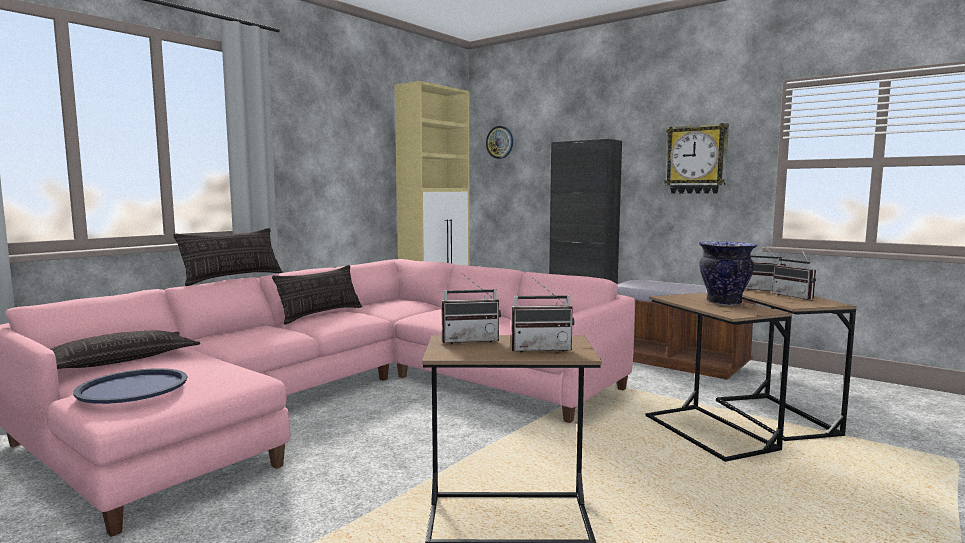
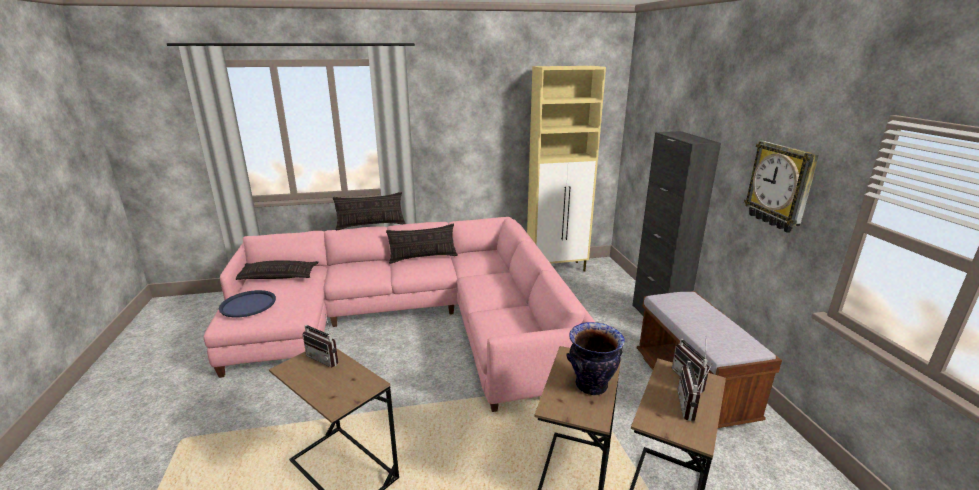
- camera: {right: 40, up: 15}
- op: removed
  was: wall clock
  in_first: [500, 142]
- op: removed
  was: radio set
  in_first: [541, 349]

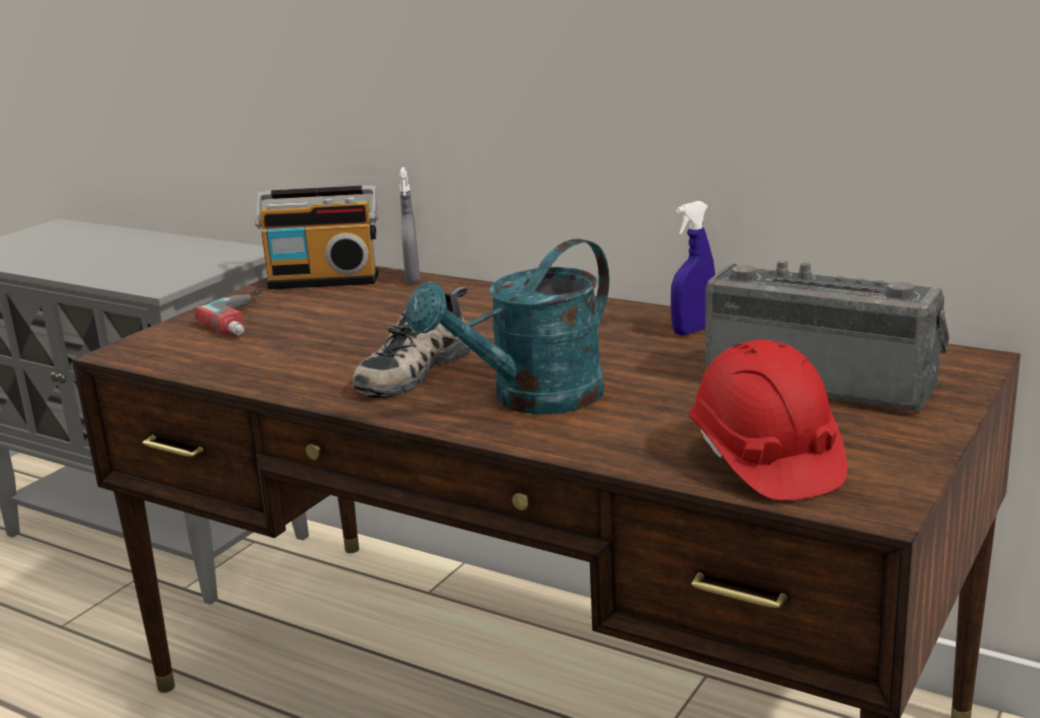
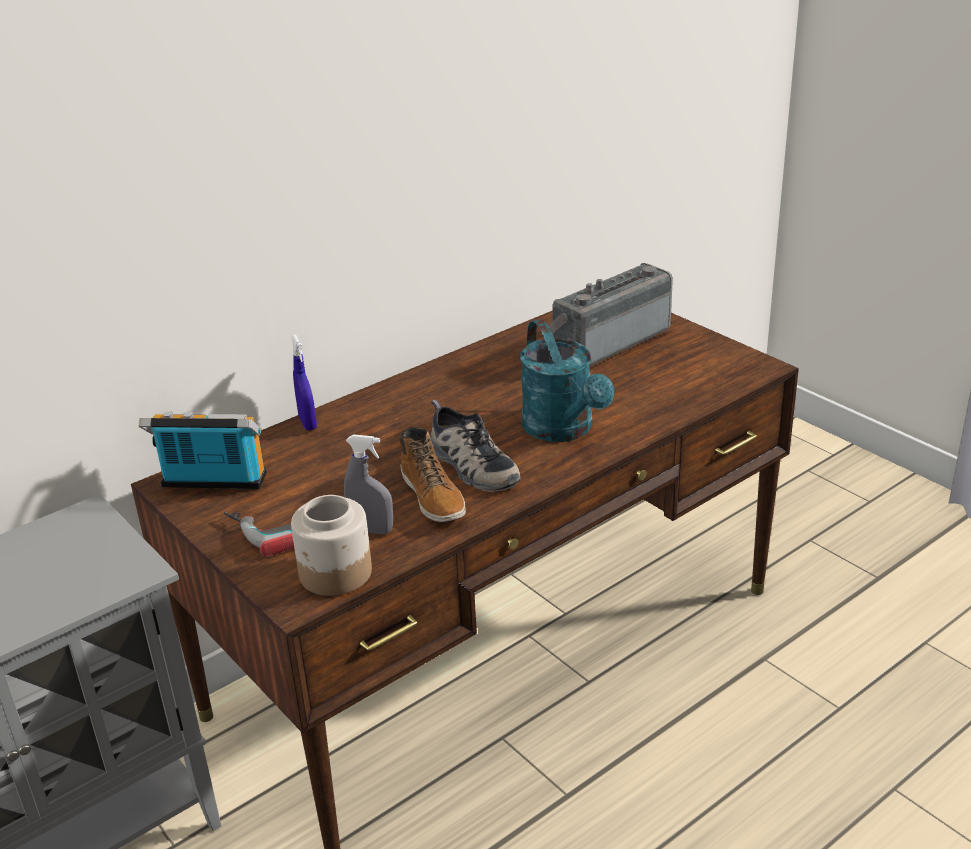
- camera: {right: -70, up: 10}
- op: moved
  was: hand sprayer (gray)
  in_first: [412, 279]
  in_second: [371, 530]
- op: turned
  was: radio set
  in_first: [324, 280]
  in_second: [212, 483]
  clockwise: -105
- op: moved
  was: hand sprayer (bluish)
  in_first: [693, 330]
  in_second: [307, 423]
- op: removed
  was: hard hat (red-coloured)
  in_first: [764, 460]
- op: added
  now: boot
  in_second: [433, 497]
- op: added
  now: jar
  in_second: [335, 573]

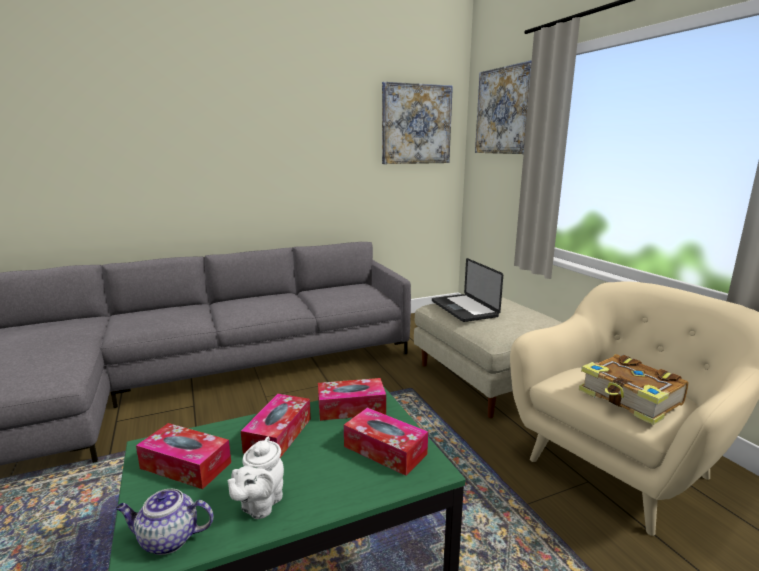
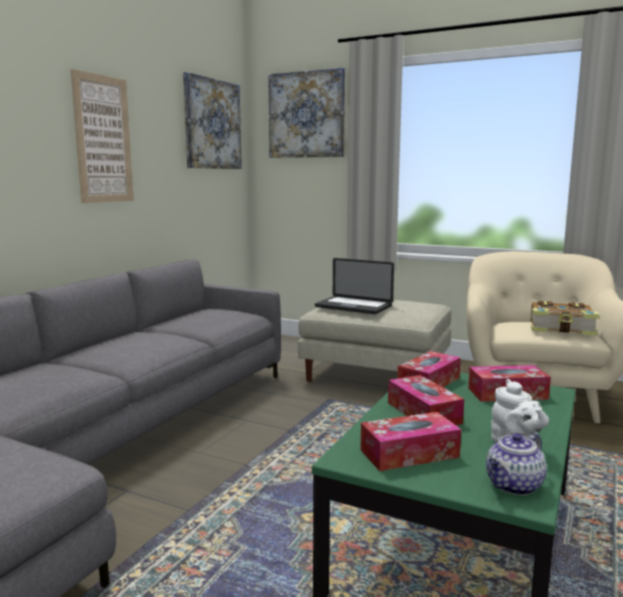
- camera: {right: -40, up: -5}
- op: added
  now: picture
  in_second: [103, 139]

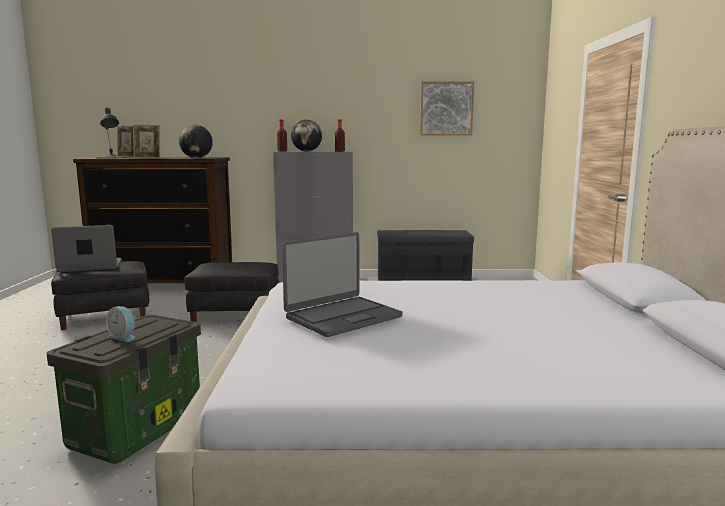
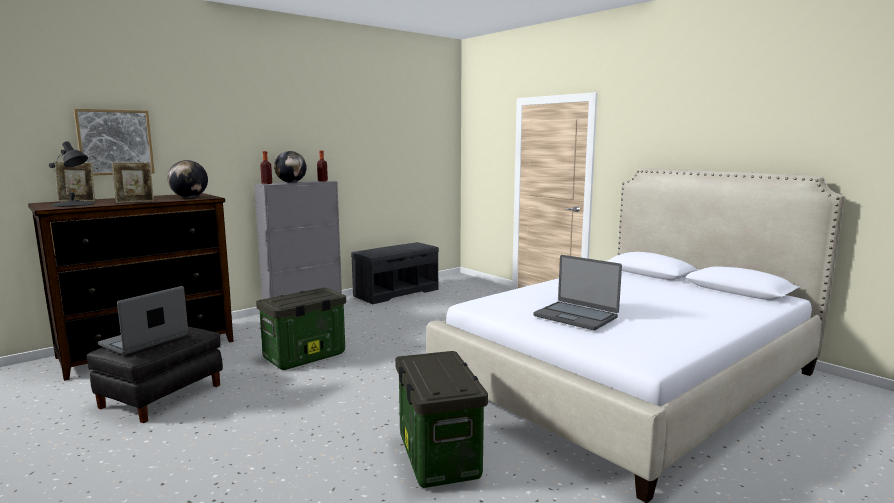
- camera: {right: -40, up: 0}
- op: moved
  was: picture
  in_first: [446, 108]
  in_second: [115, 142]
- op: turned
  was: laptop
  in_first: [342, 317]
  in_second: [576, 316]
  clockwise: 120
- op: replaced
  was: footrest (blackish)
  now: storage container
  in_first: [235, 316]
  in_second: [304, 357]
- op: removed
  was: table clock
  in_first: [123, 337]

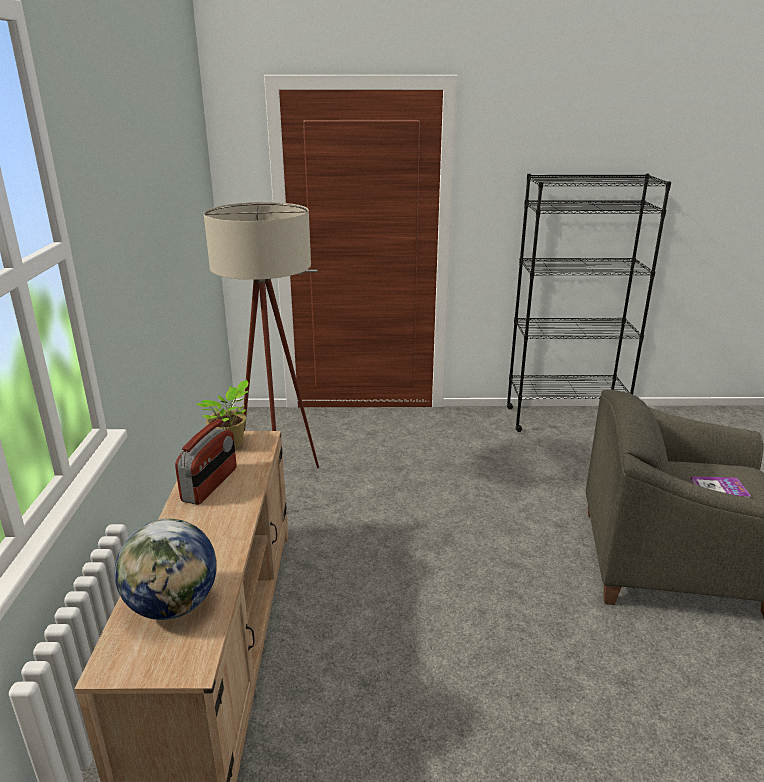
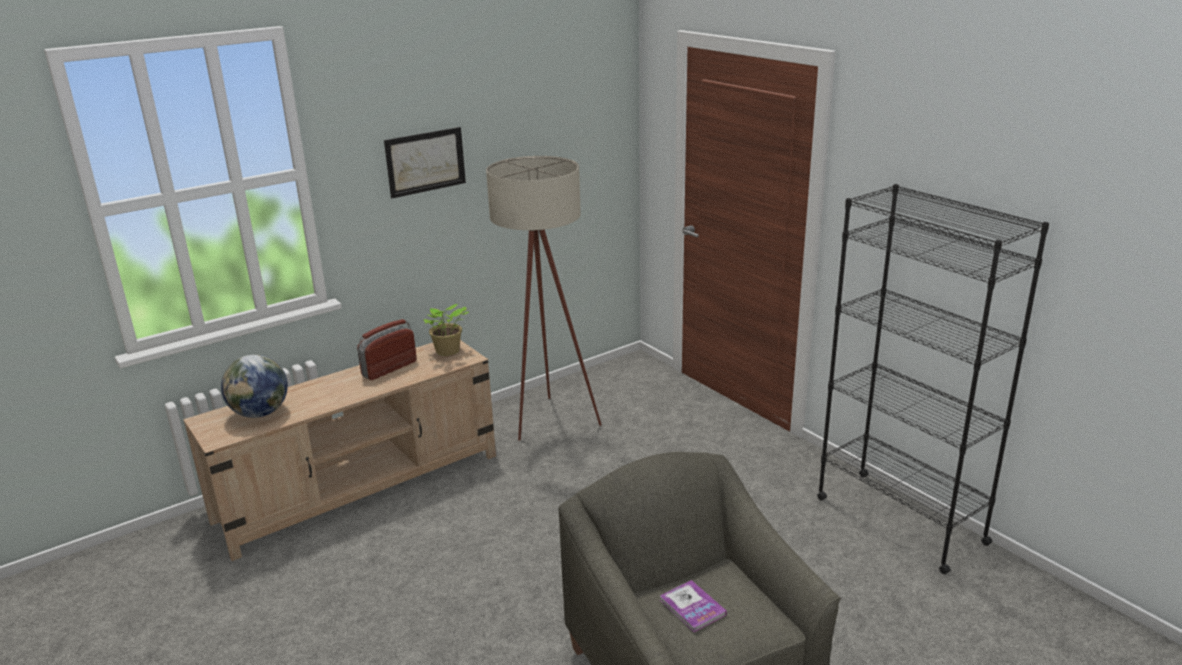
- camera: {right: 55, up: 0}
- op: turned
  was: radio set
  in_first: [210, 485]
  in_second: [389, 368]
  clockwise: 150
- op: added
  now: picture
  in_second: [425, 162]

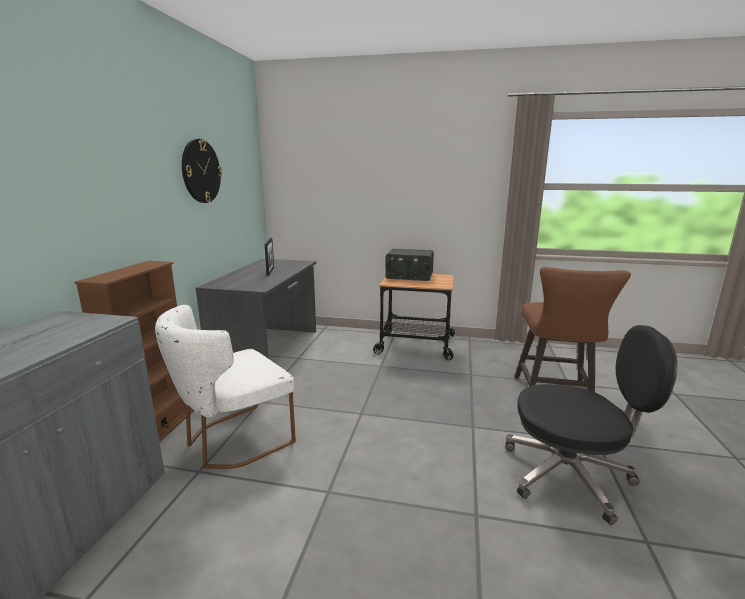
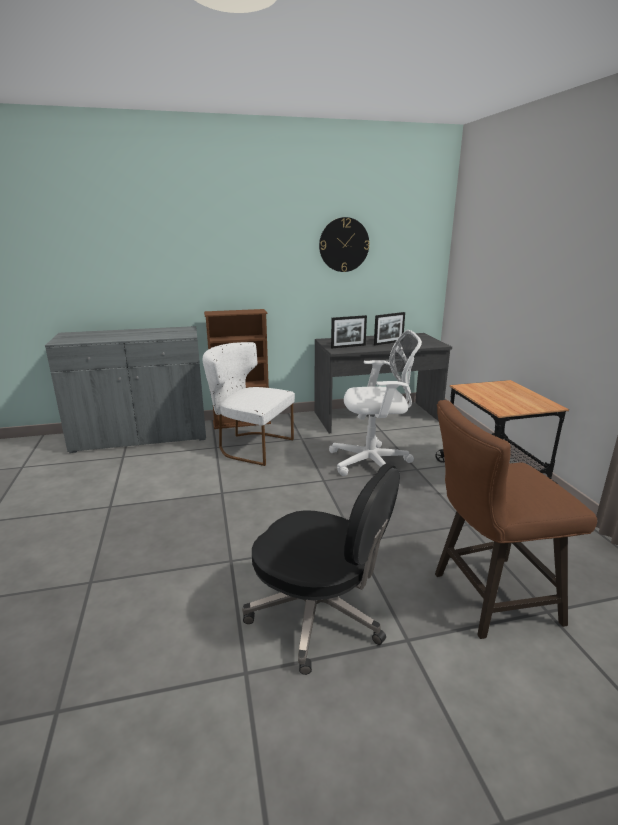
- camera: {right: 65, up: 5}
- op: removed
  was: radio set
  in_first: [409, 276]
- op: turned
  was: computer chair (blackish)
  in_first: [569, 475]
  in_second: [319, 615]
  clockwise: -45
- op: added
  now: picture frame
  in_second: [348, 346]
- op: added
  now: computer chair (whitish)
  in_second: [373, 462]

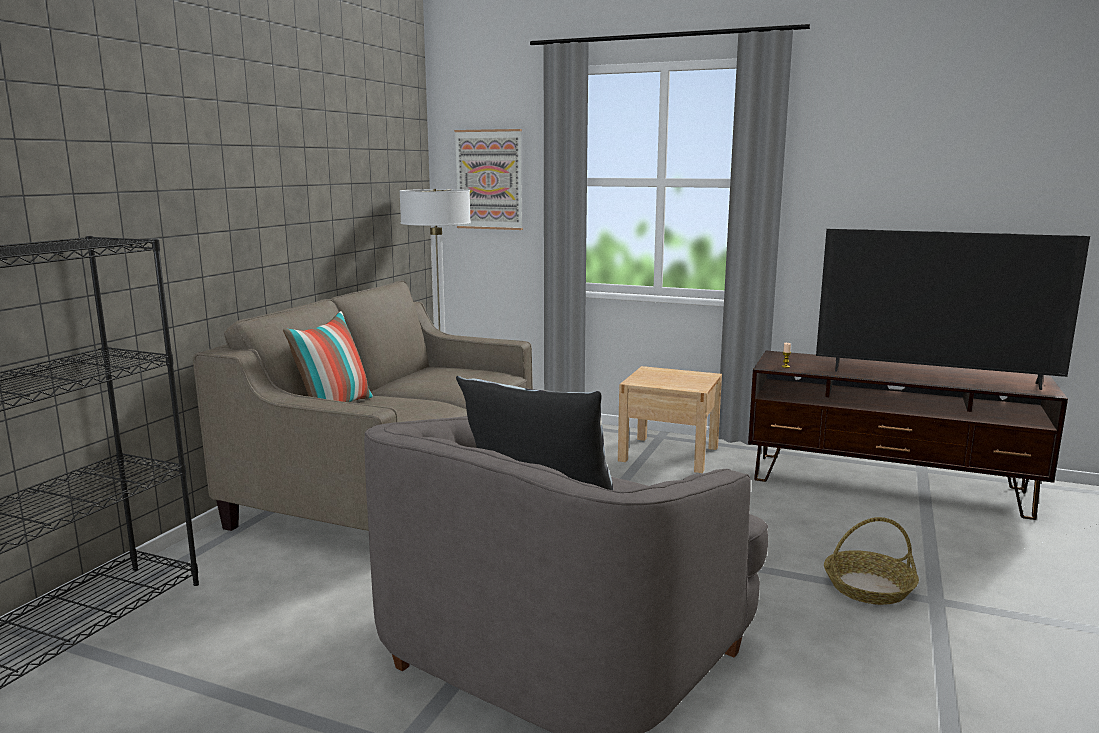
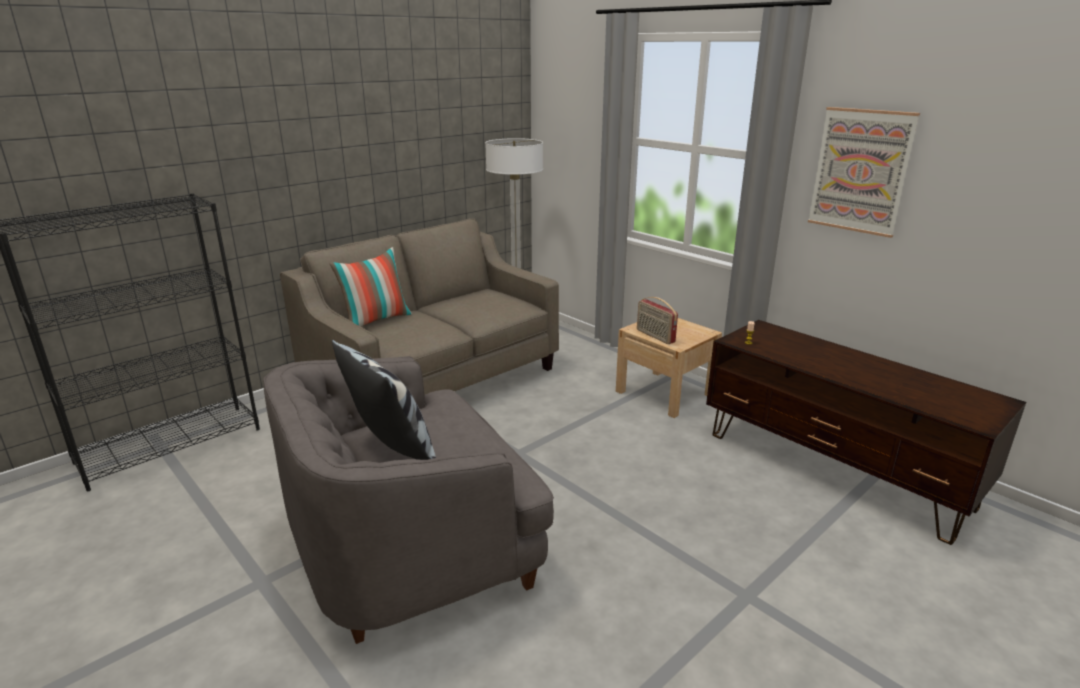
- camera: {right: 25, up: 10}
- op: moved
  was: picture
  in_first: [489, 179]
  in_second: [860, 171]
- op: removed
  was: TV
  in_first: [933, 377]
- op: removed
  was: basket
  in_first: [868, 588]
- op: added
  now: radio set
  in_second: [655, 336]

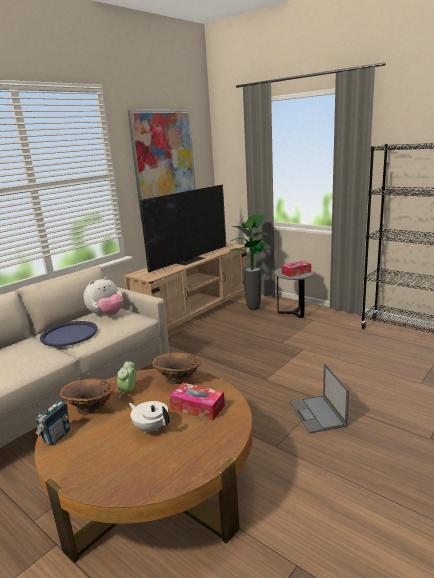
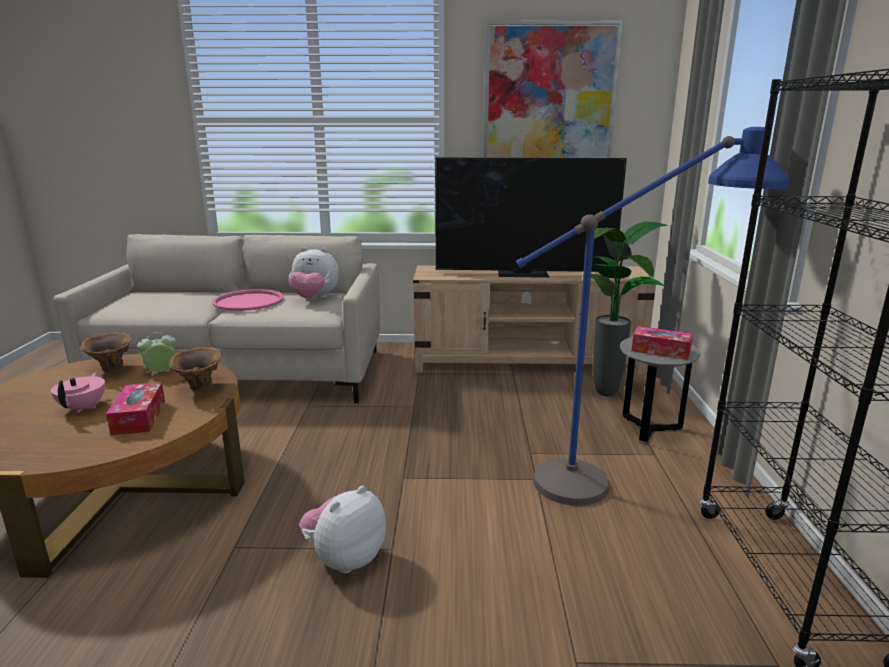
- camera: {right: 50, up: 0}
- op: recoloured
  was: serving tray (bluish)
  now: serving tray (pink)
  in_first: [69, 334]
  in_second: [248, 301]
- op: replaced
  was: laptop
  now: soft toy
  in_first: [318, 414]
  in_second: [345, 559]
- op: removed
  was: radio set
  in_first: [56, 437]
- op: recoloured
  was: tea pot (whitish)
  now: tea pot (pink)
  in_first: [151, 427]
  in_second: [84, 407]
- op: added
  now: standing lamp (bluish)
  in_second: [623, 481]

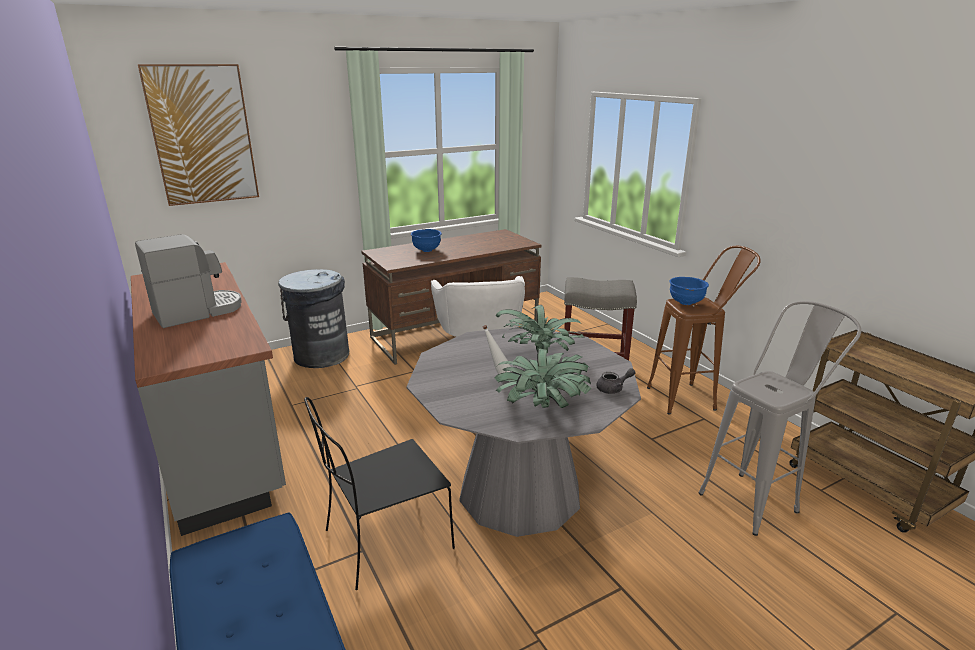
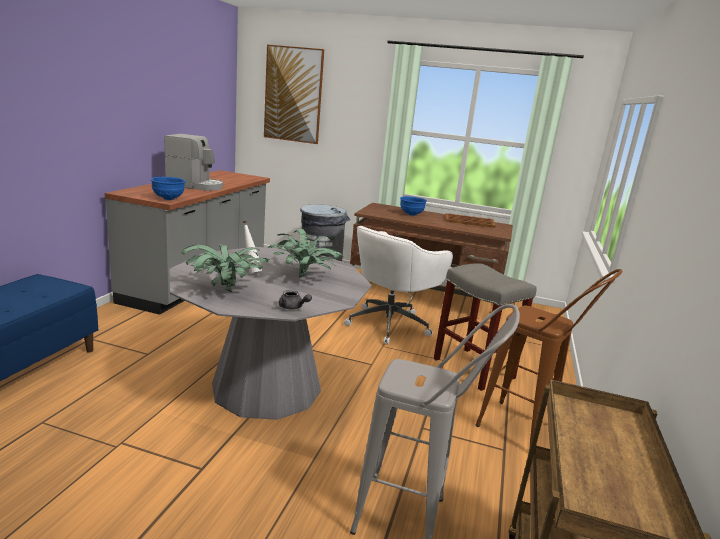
- camera: {right: 45, up: -5}
- op: moved
  was: bowl (bluish)
  in_first: [686, 303]
  in_second: [169, 199]
- op: removed
  was: chair (blackish)
  in_first: [385, 541]
- op: added
  now: serving tray (brown-coloured)
  in_second: [469, 221]

